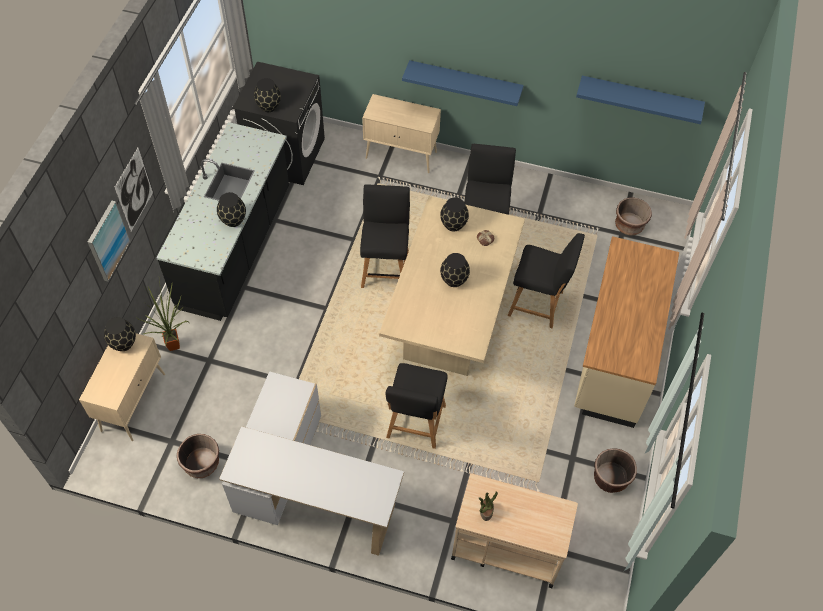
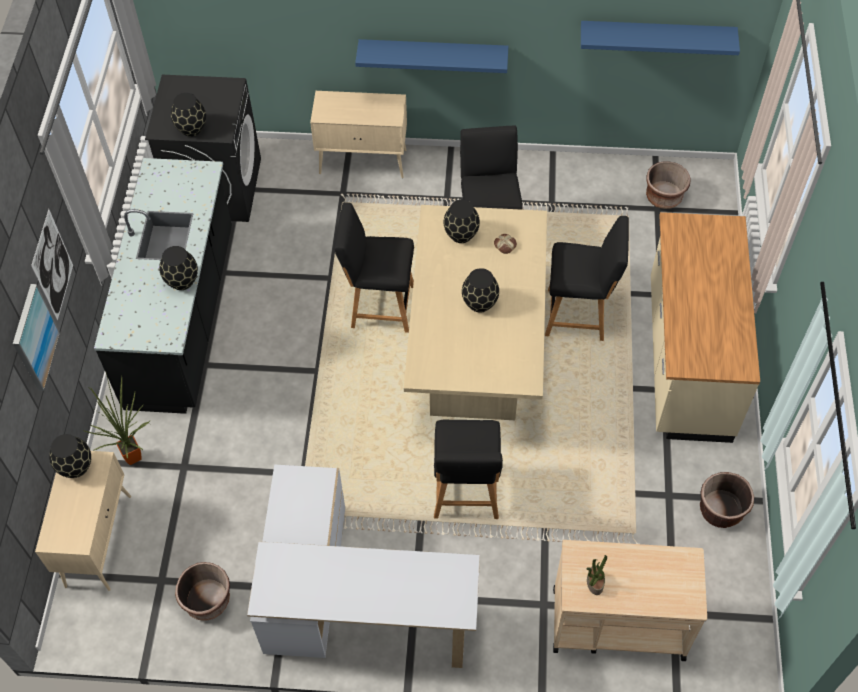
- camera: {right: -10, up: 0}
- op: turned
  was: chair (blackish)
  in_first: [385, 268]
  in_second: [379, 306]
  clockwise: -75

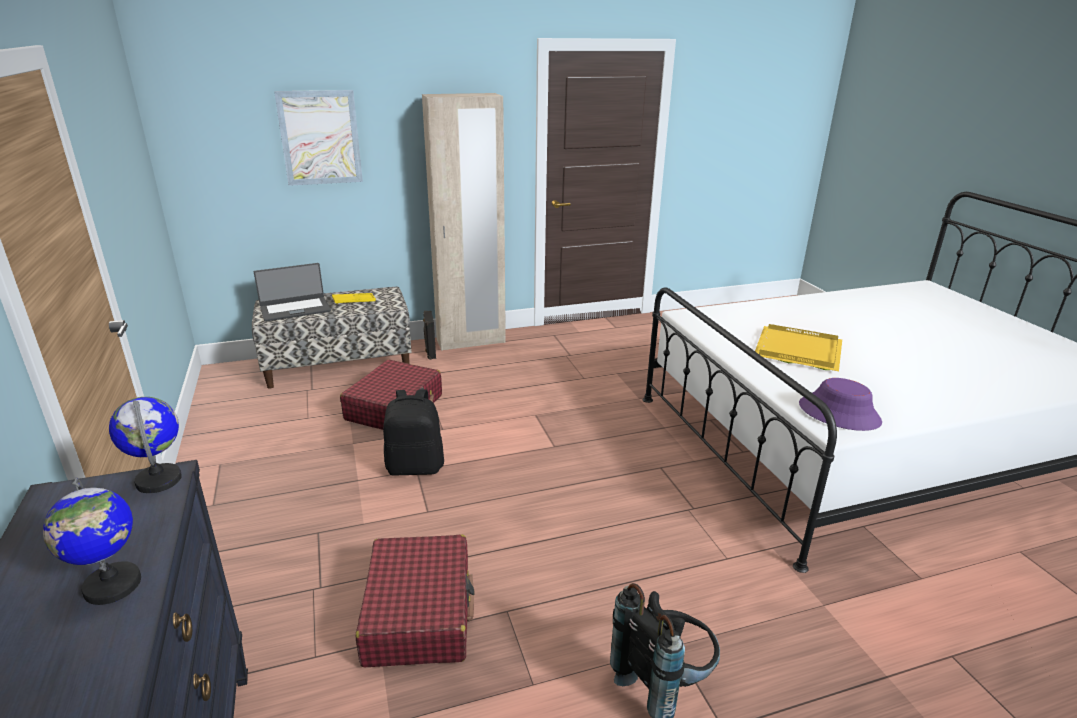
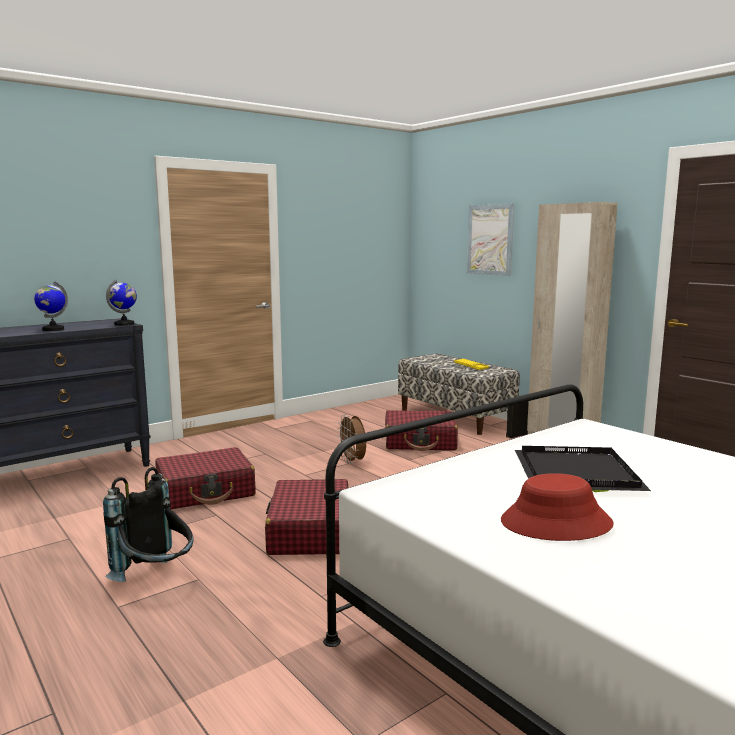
- camera: {right: 70, up: -15}
- op: removed
  was: laptop
  in_first: [295, 309]
- op: recoloured
  was: serving tray (yellow)
  now: serving tray (blackish)
  in_first: [796, 349]
  in_second: [578, 473]
- op: removed
  was: wearable hat (purple)
  in_first: [839, 413]
- op: replaced
  was: rucksack (blackish)
  now: cooling fan (brown-coloured)
  in_first: [415, 466]
  in_second: [353, 462]
- op: added
  now: wearable hat (red-coloured)
  in_second: [556, 523]
- op: added
  now: travel case (red-coloured)
  in_second: [309, 532]

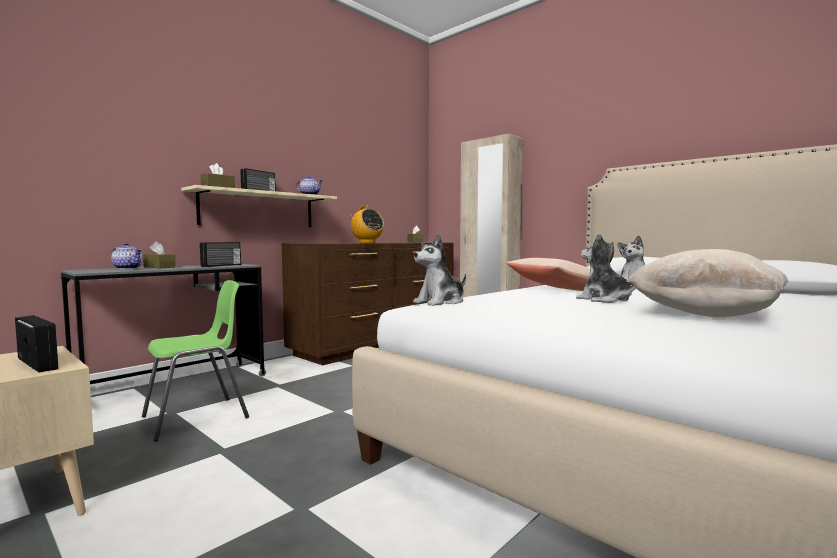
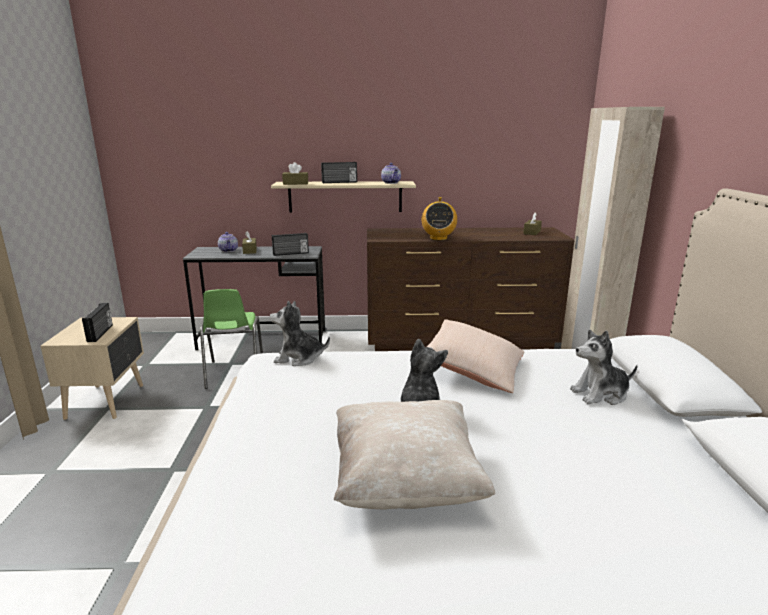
- camera: {right: 45, up: 15}
- op: turned
  was: chair (green)
  in_first: [197, 418]
  in_second: [234, 373]
  clockwise: 75

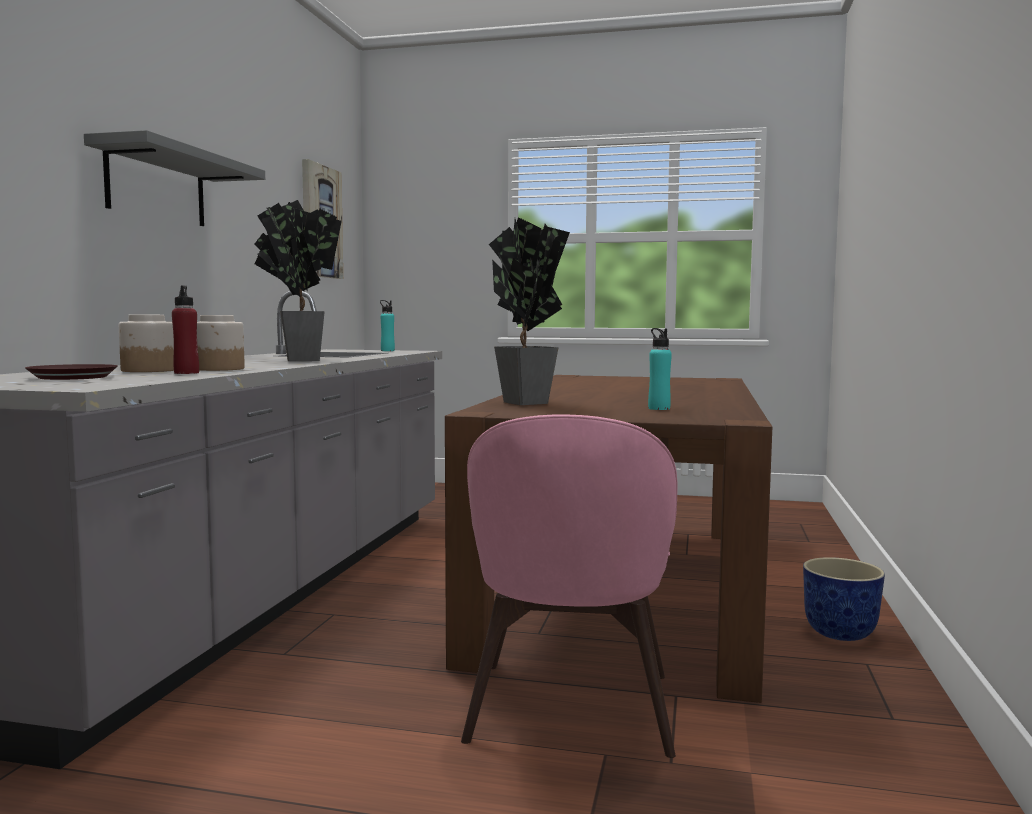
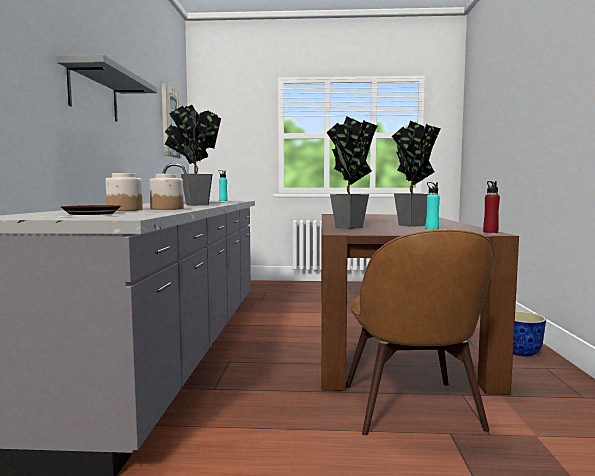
- camera: {right: -10, up: 0}
- op: moved
  was: bottle (red-coloured)
  in_first: [186, 373]
  in_second: [490, 232]
- op: recoloured
  was: chair (pink)
  now: chair (brown-coloured)
  in_first: [570, 712]
  in_second: [412, 409]
- op: added
  now: potted plant
  in_second: [412, 225]

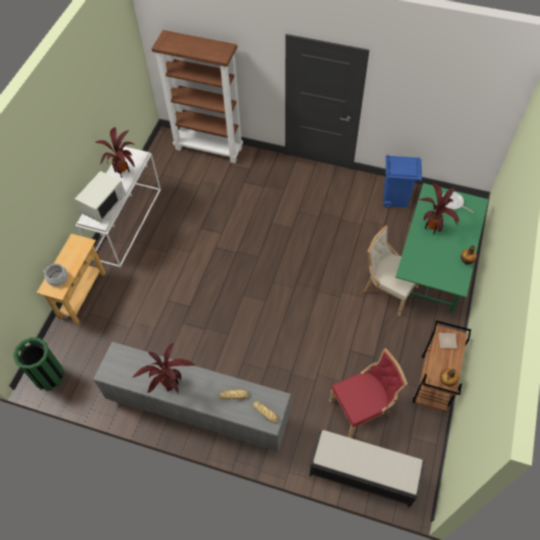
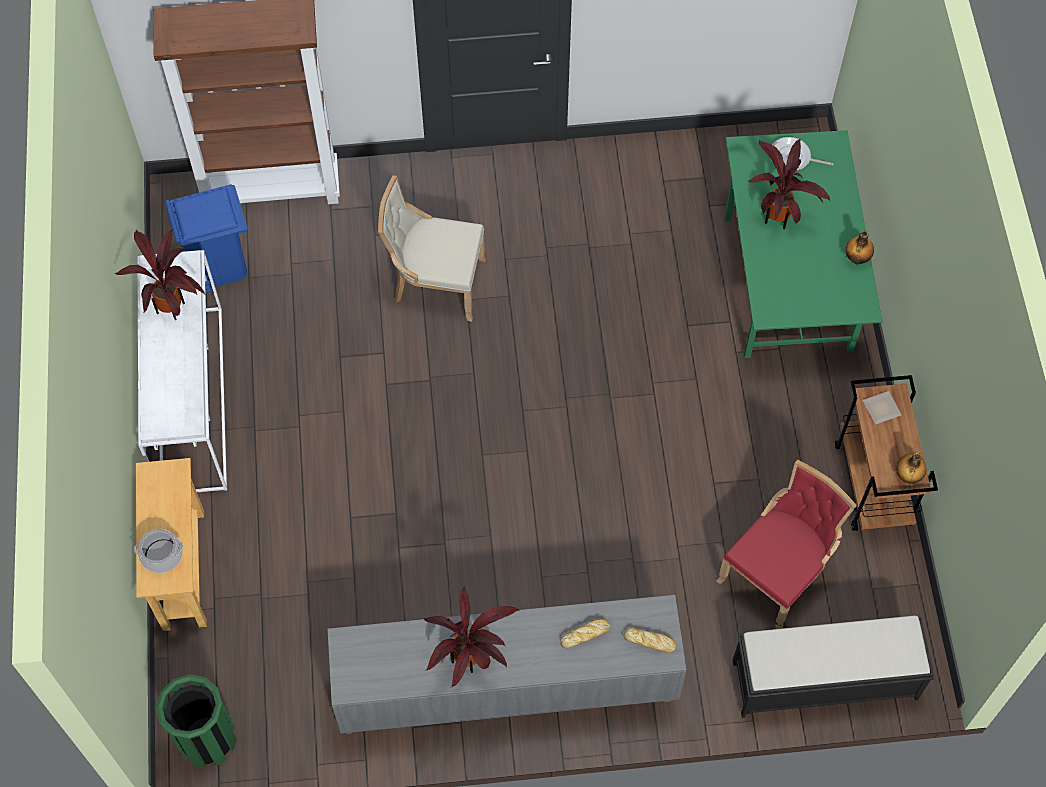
- camera: {right: -25, up: 5}
- op: moved
  was: trash can (bluish)
  in_first: [395, 197]
  in_second: [219, 265]
- op: removed
  was: microwave oven (whitish)
  in_first: [103, 204]
- op: moved
  was: chair (beige)
  in_first: [387, 289]
  in_second: [435, 283]

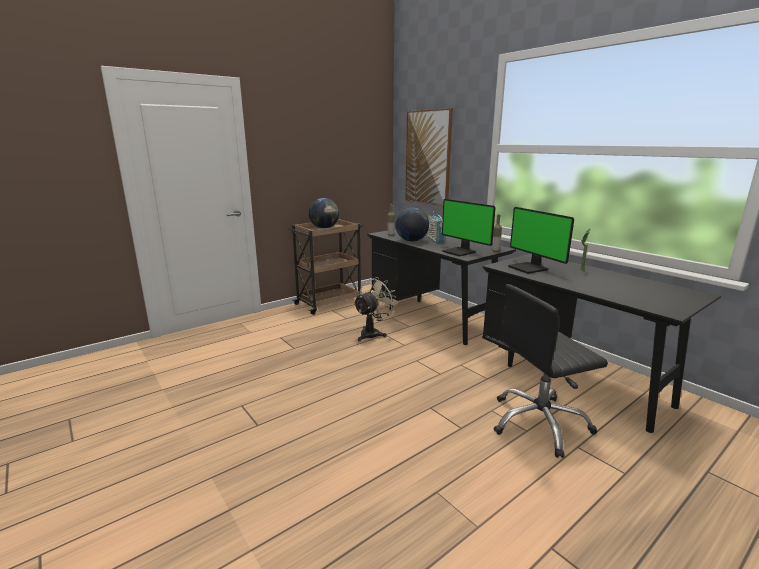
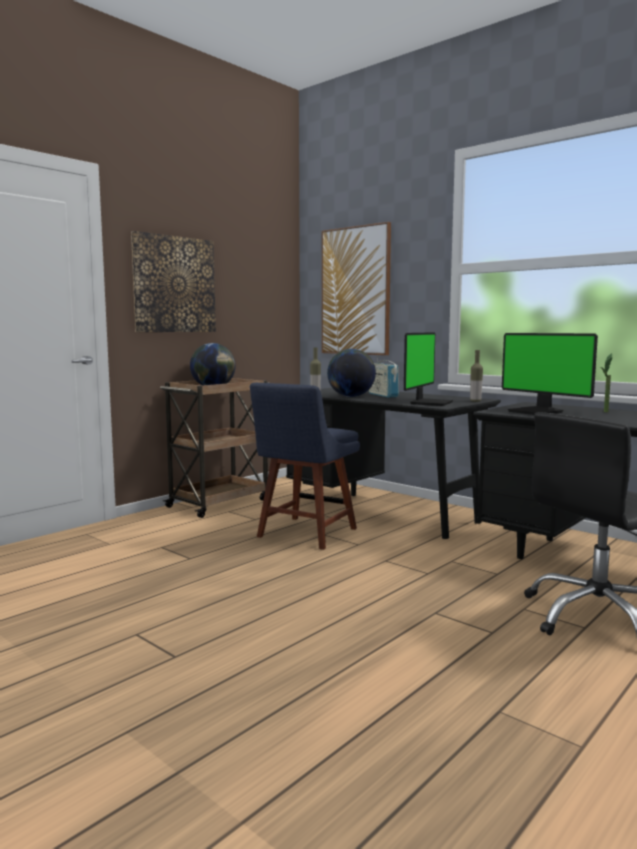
- camera: {right: -10, up: -10}
- op: turned
  was: computer display
  in_first: [460, 252]
  in_second: [429, 403]
  clockwise: -105
- op: replaced
  was: cooling fan (beige)
  now: chair (bluish)
  in_first: [373, 333]
  in_second: [304, 534]
- op: added
  now: picture
  in_second: [174, 284]

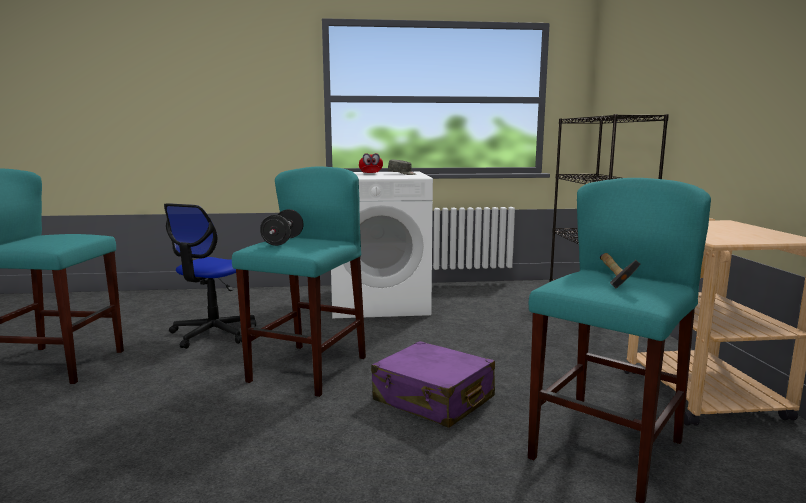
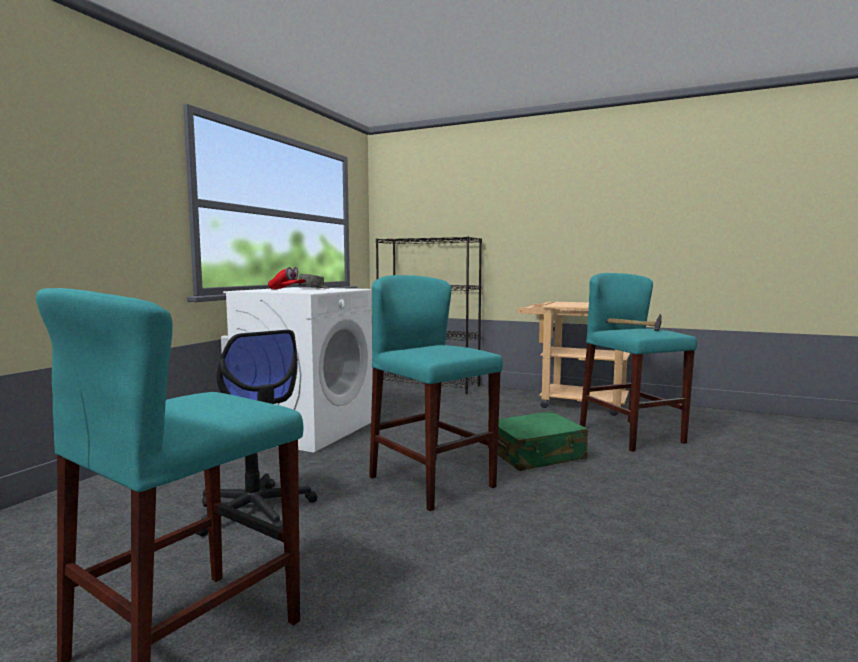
- camera: {right: -60, up: -5}
- op: removed
  was: hand weight (blackish)
  in_first: [283, 241]
- op: recoloured
  was: travel case (purple)
  now: travel case (green)
  in_first: [433, 399]
  in_second: [536, 455]

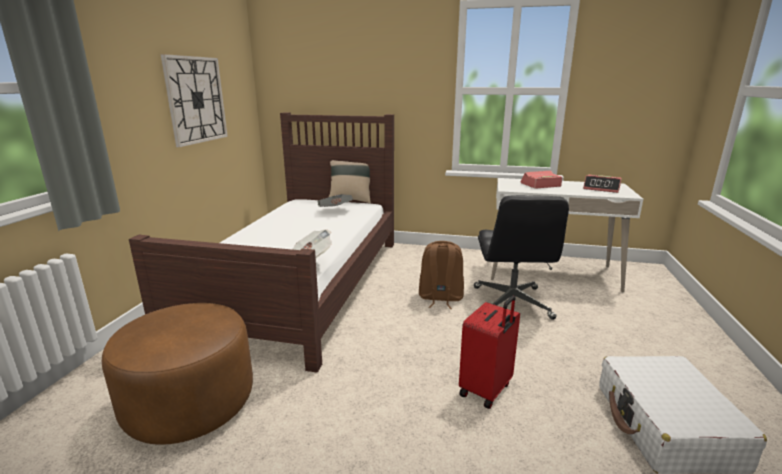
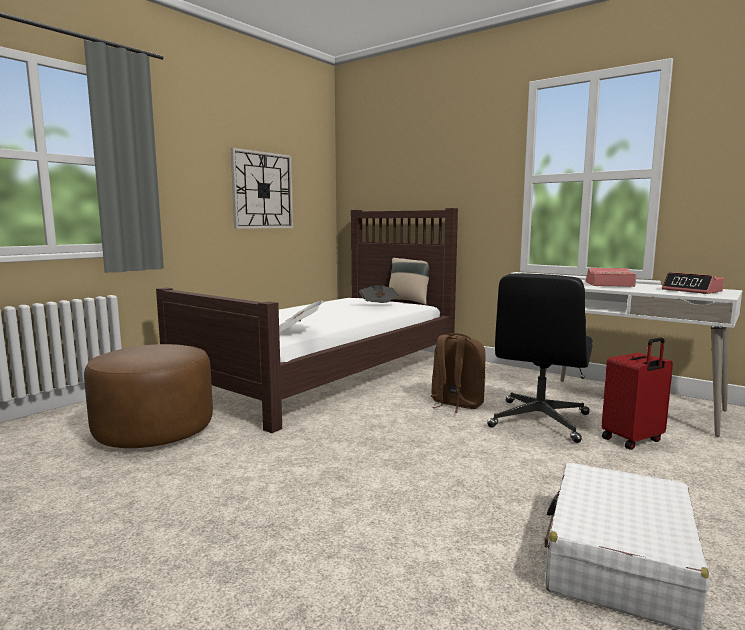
- camera: {right: 25, up: -10}
- op: moved
  was: travel case (red-coloured)
  in_first: [486, 390]
  in_second: [633, 440]

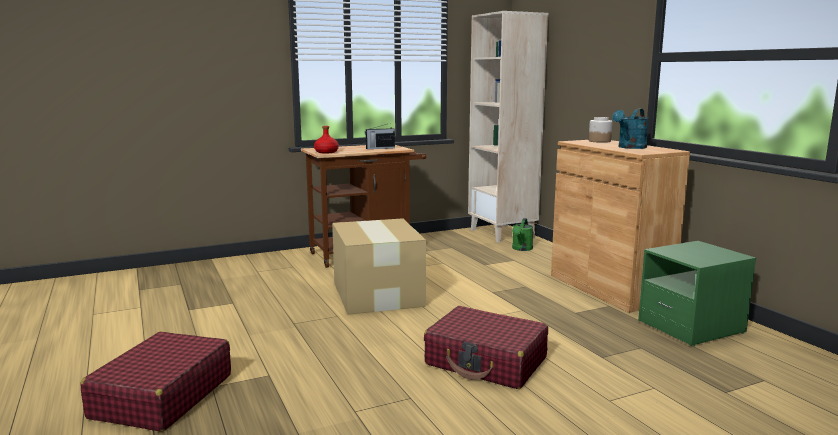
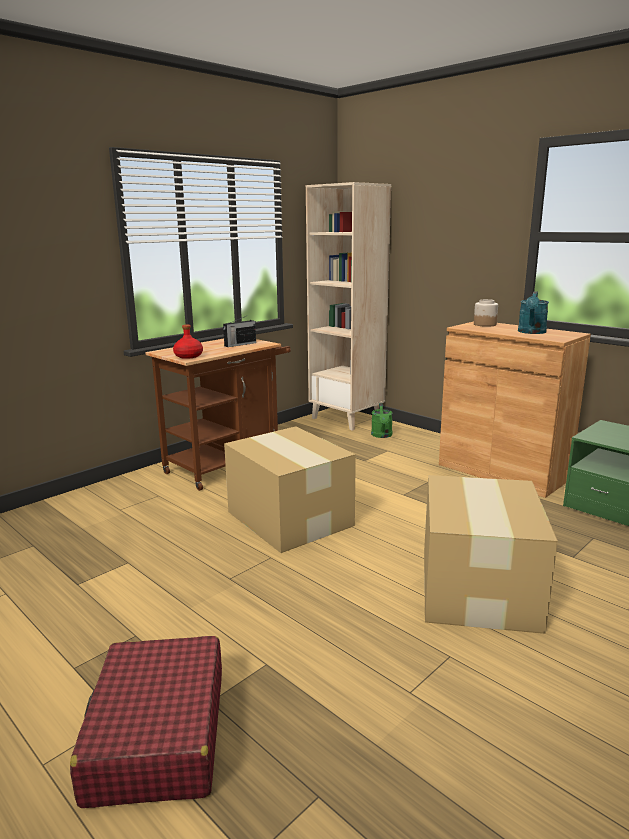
- camera: {right: -20, up: 5}
- op: replaced
  was: travel case (red-coloured)
  now: carton
  in_first: [486, 362]
  in_second: [479, 587]

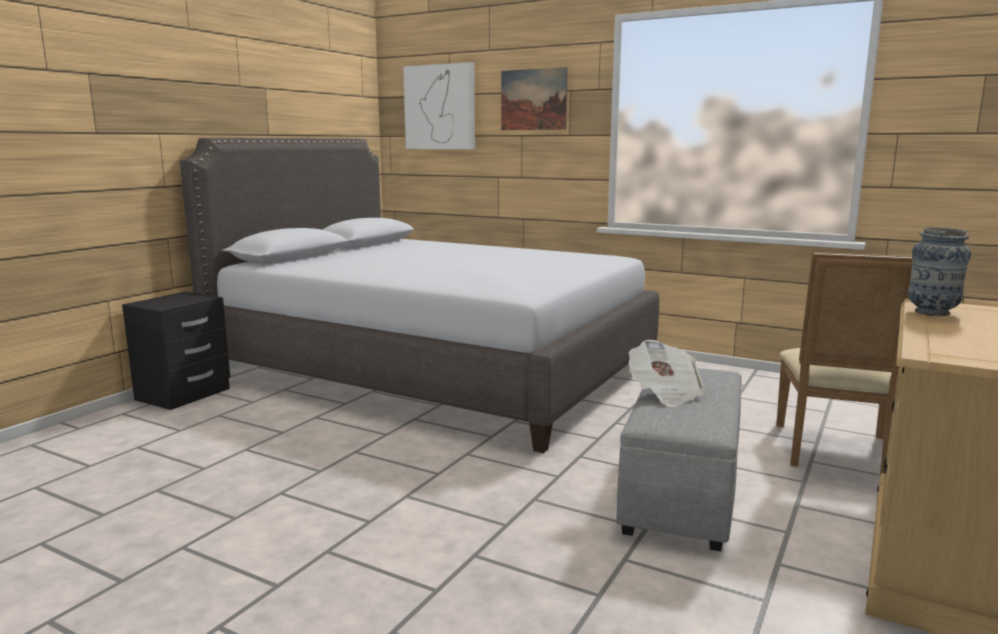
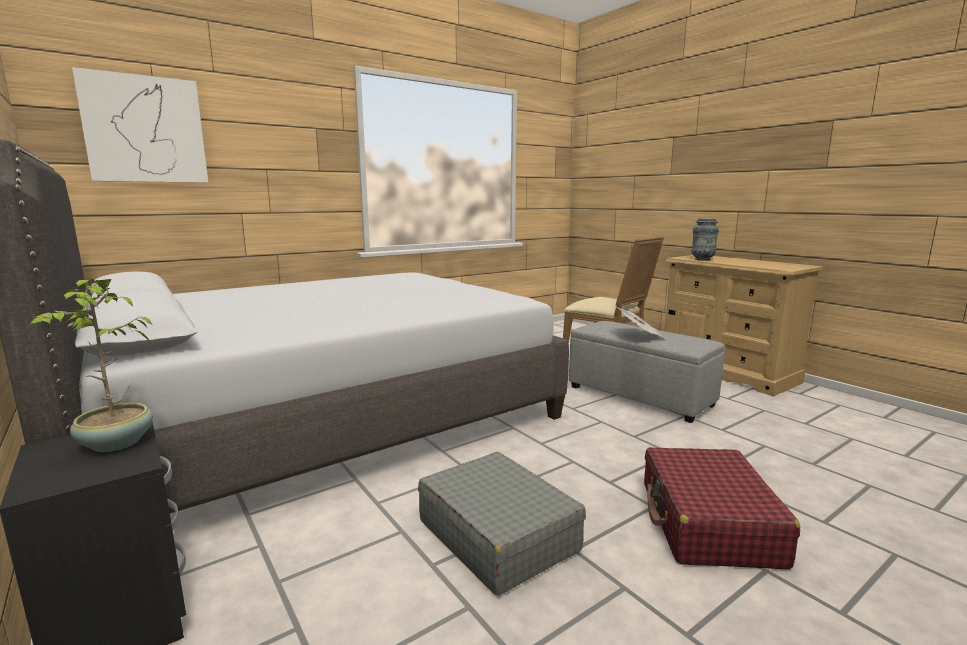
- camera: {right: -65, up: 0}
- op: removed
  was: picture
  in_first: [533, 99]
- op: added
  now: potted plant
  in_second: [116, 444]
- op: added
  now: travel case (red-coloured)
  in_second: [708, 523]
- op: added
  now: travel case (gray)
  in_second: [497, 535]

